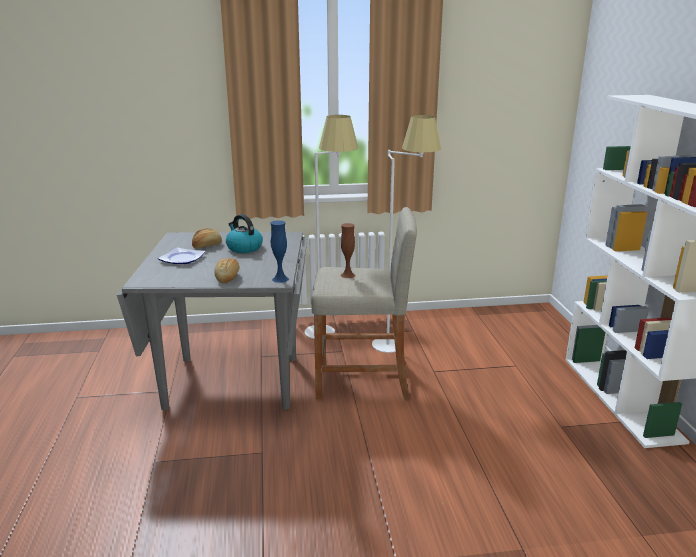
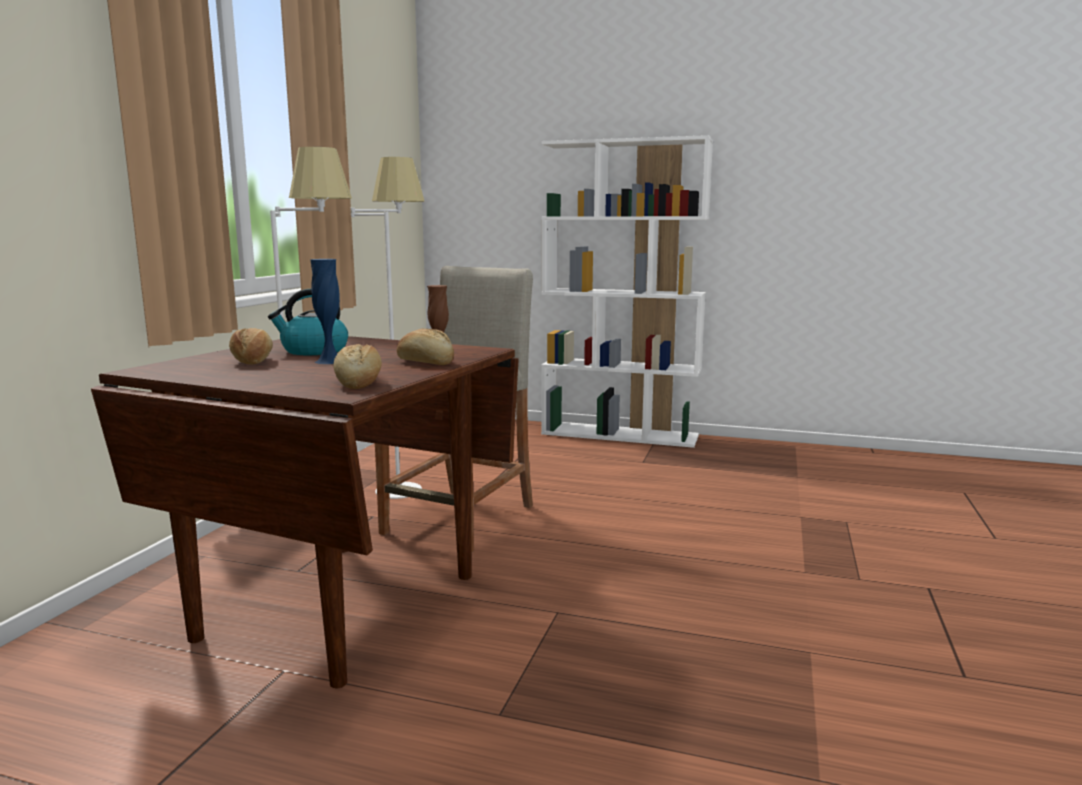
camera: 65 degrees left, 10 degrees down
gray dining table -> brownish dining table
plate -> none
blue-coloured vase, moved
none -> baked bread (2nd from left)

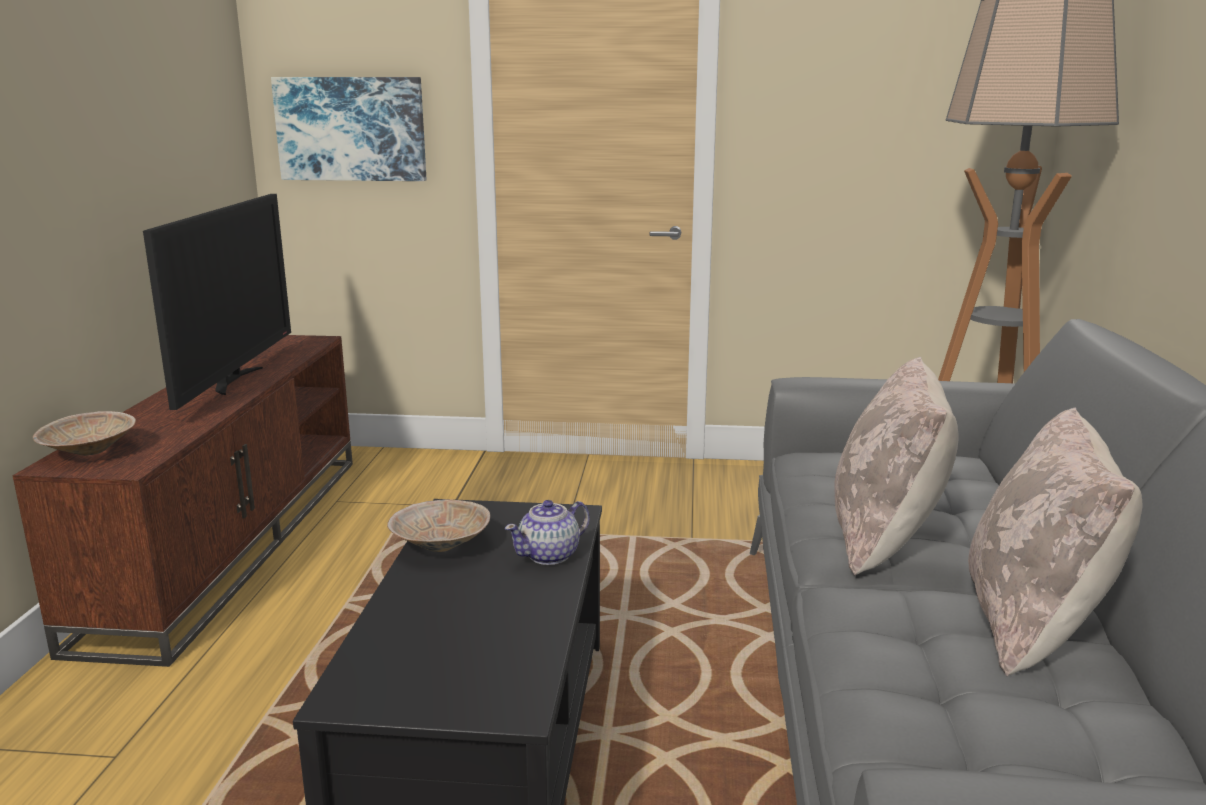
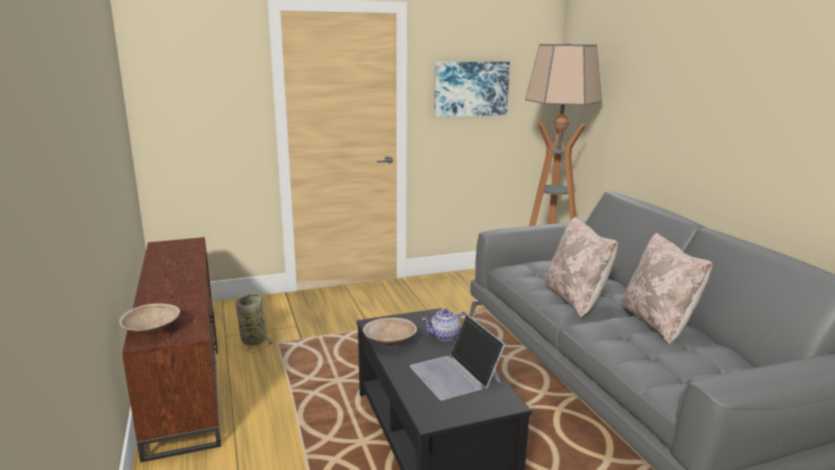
camera: 25 degrees left, 0 degrees up
TV set -> none
wall art, moved
teapot, 45 degrees clockwise
none -> storage basket
none -> portable computer

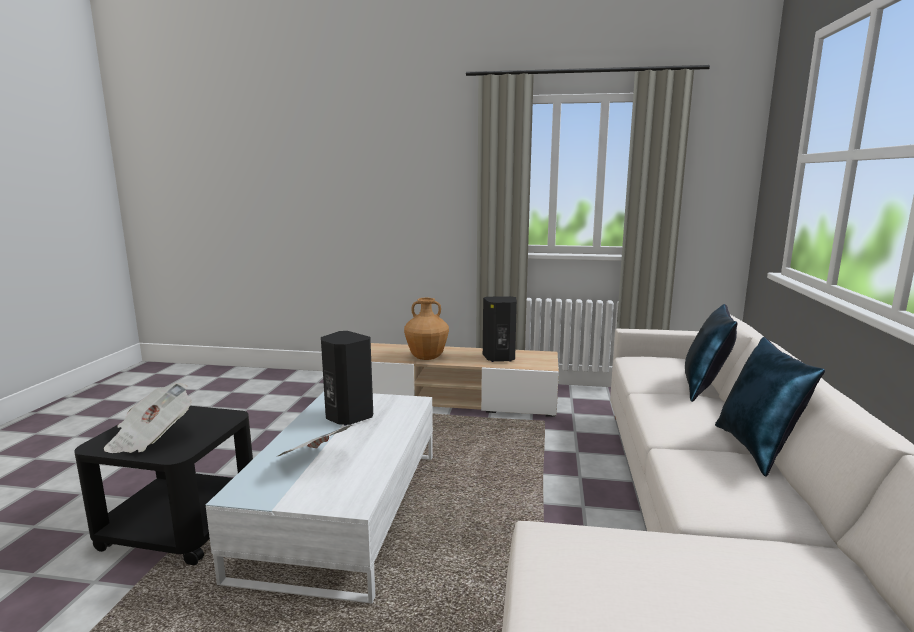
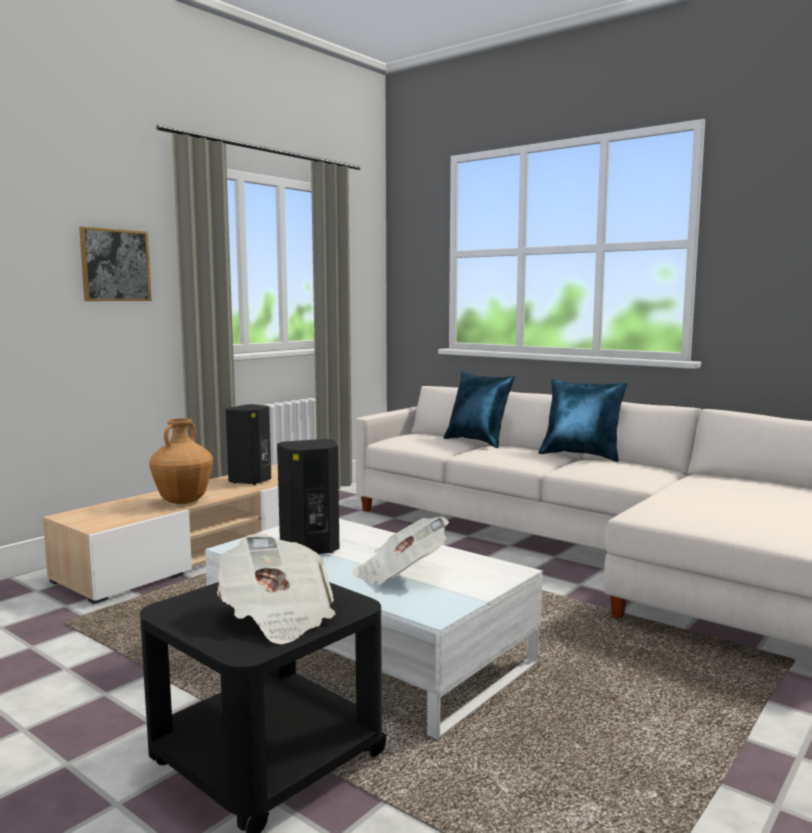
camera: 60 degrees left, 5 degrees down
none -> wall art

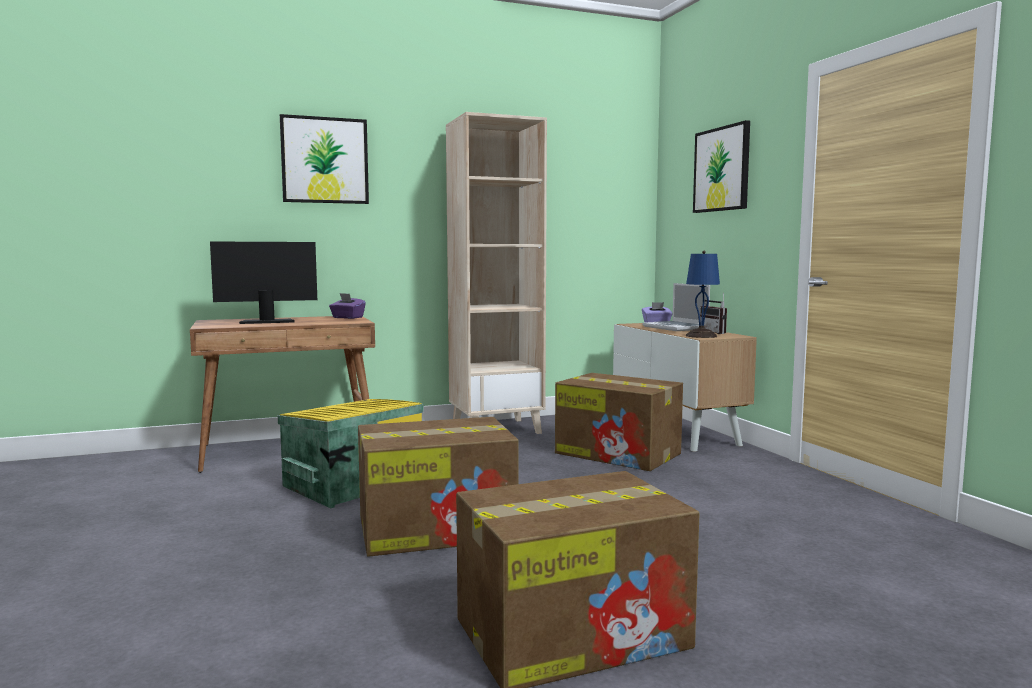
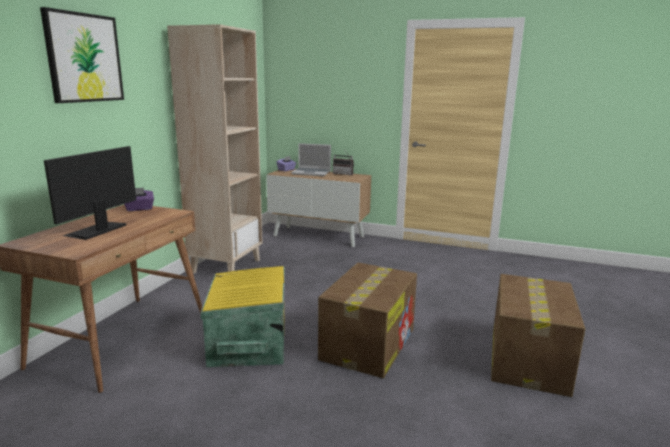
camera: 50 degrees left, 10 degrees up
packing box (3rd from left) -> none
blue-coloured tabletop lamp -> none
wall art (2nd from left) -> none

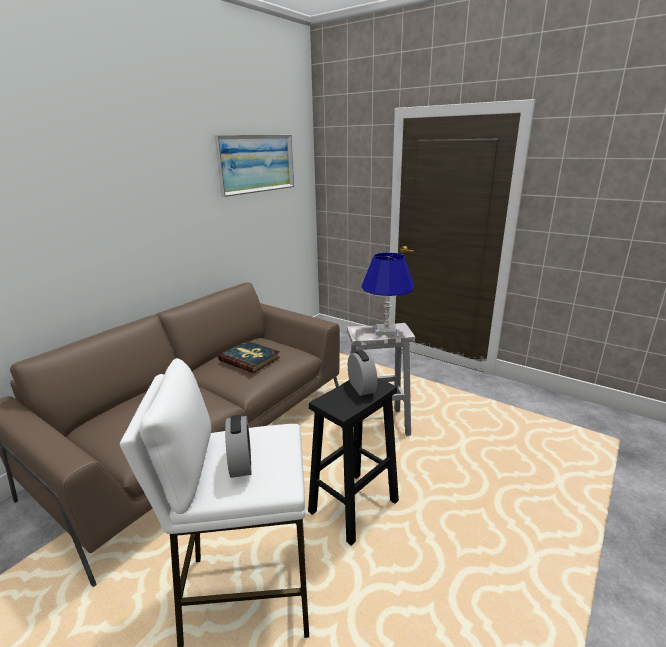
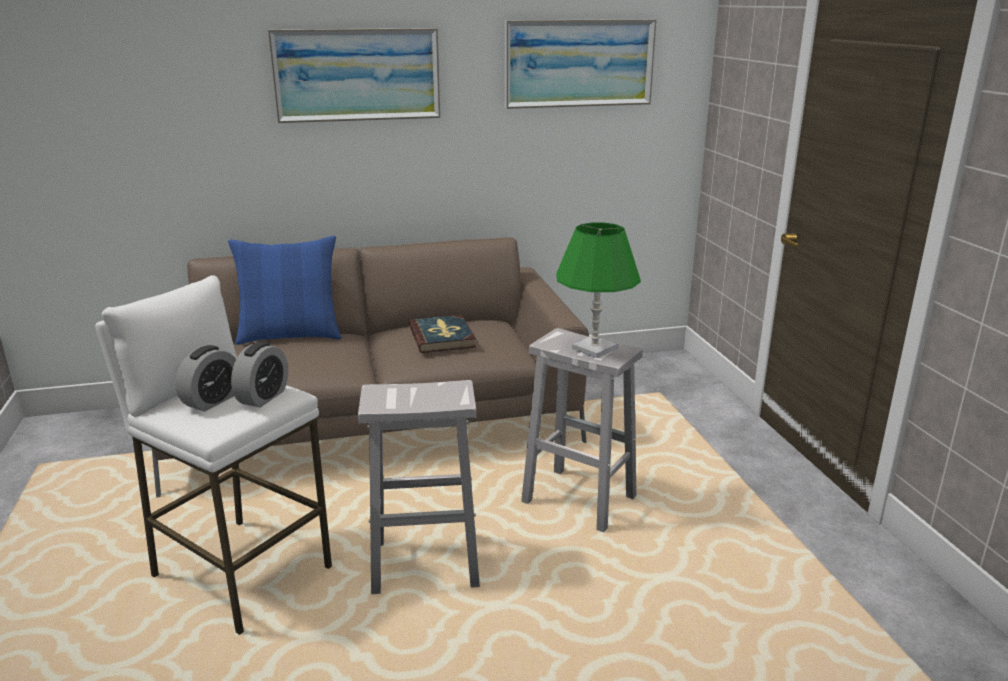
camera: 40 degrees right, 0 degrees up
black stool seat -> white-coloured stool seat (2nd from left)
table clock (2nd from left), moved
blue-coloured tabletop lamp -> green tabletop lamp
none -> blue-coloured pillow
none -> wall art (1st from left)

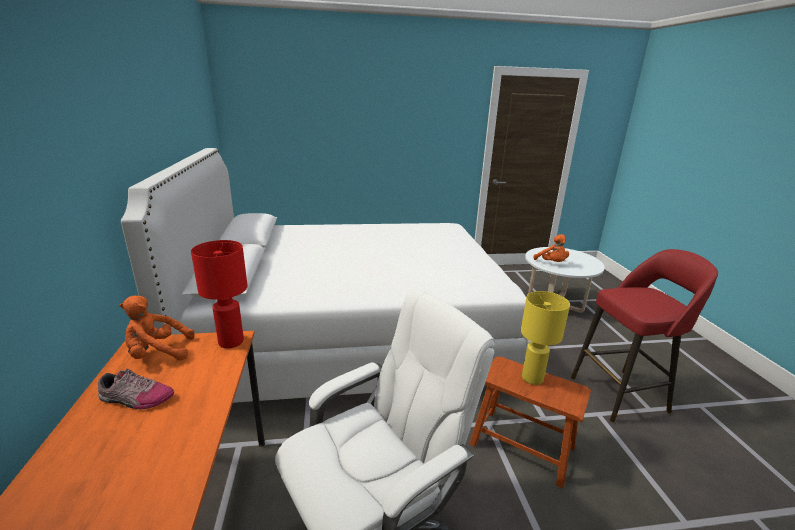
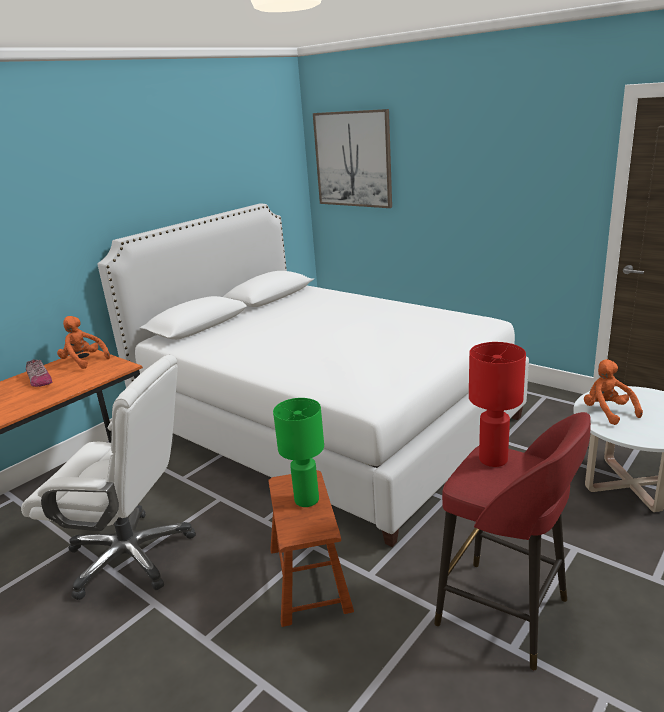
camera: 50 degrees right, 0 degrees up
red-coloured tabletop lamp, moved
yellowish tabletop lamp -> green tabletop lamp
orange-coloured cuddly toy (2nd from left), 135 degrees clockwise
none -> wall art

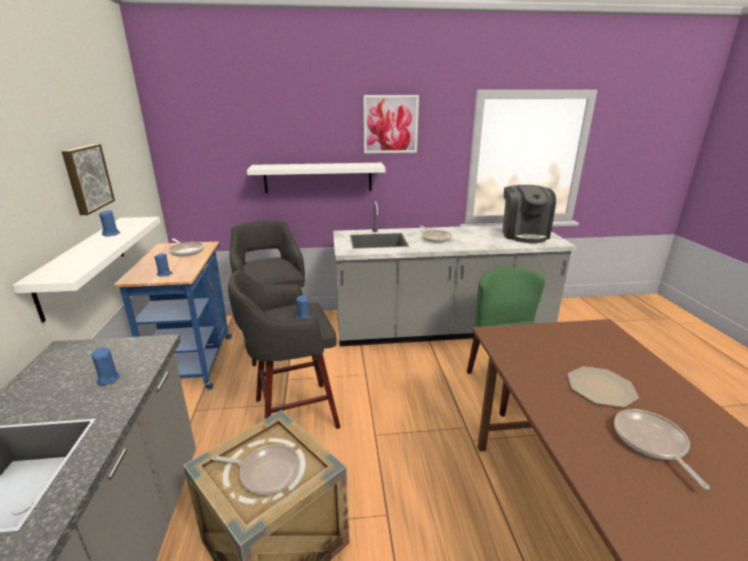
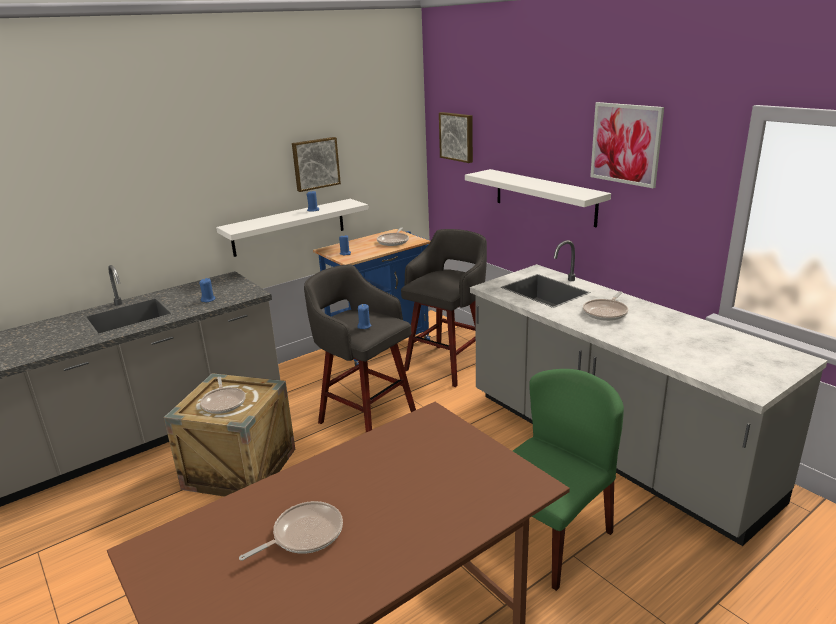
camera: 60 degrees right, 0 degrees up
coffee maker -> none
plate -> none
none -> wall art (2nd from left)

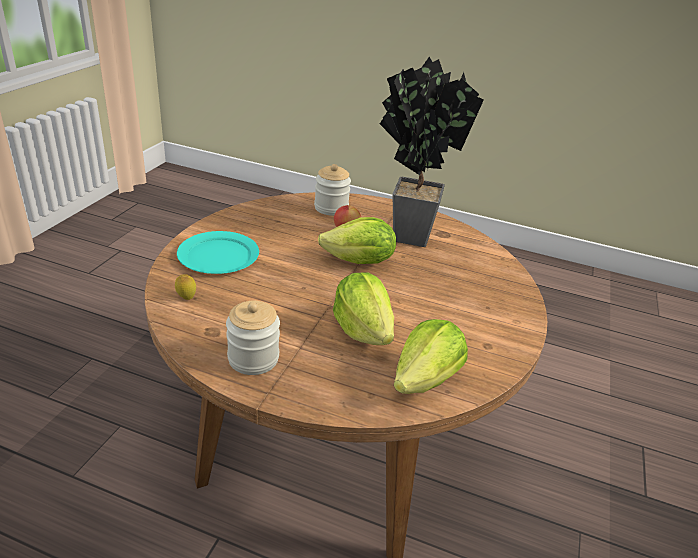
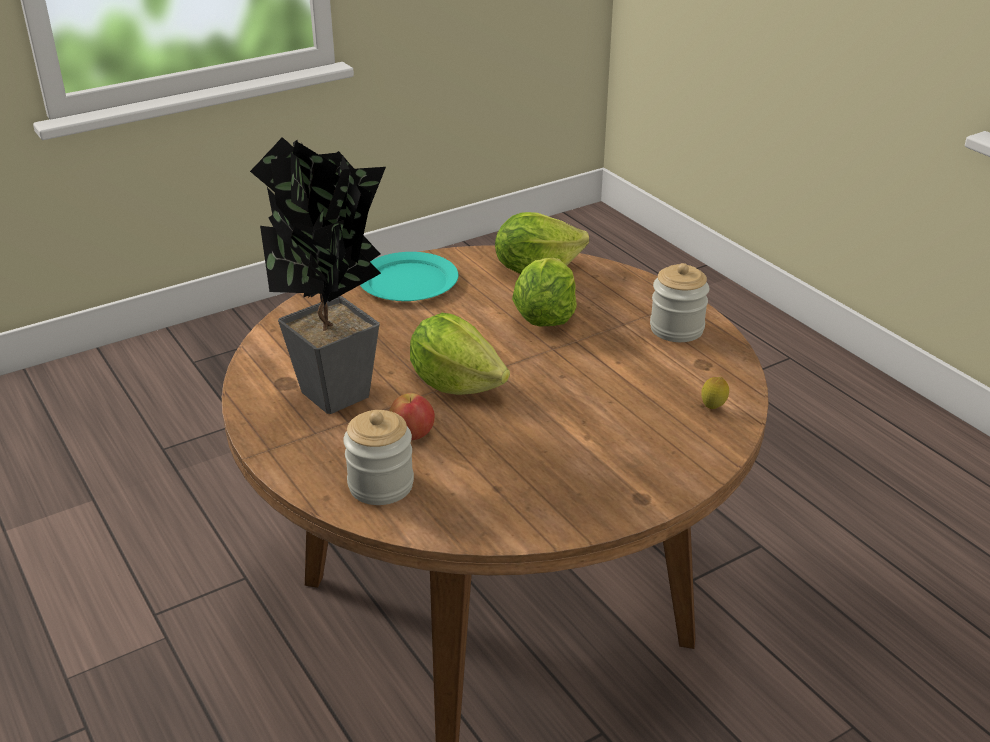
camera: 140 degrees left, 0 degrees up
turquoise-coloured plate, moved

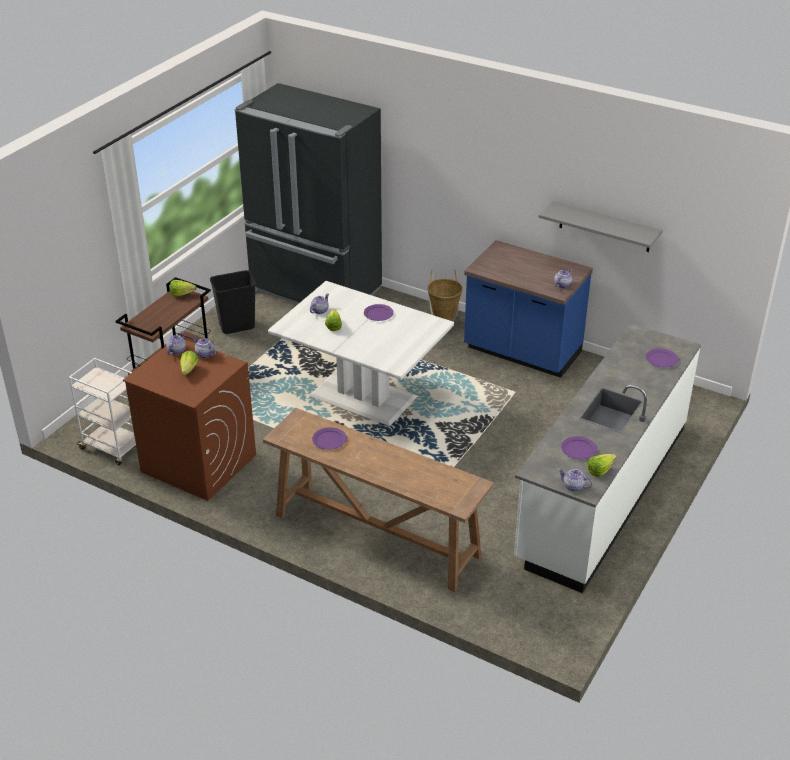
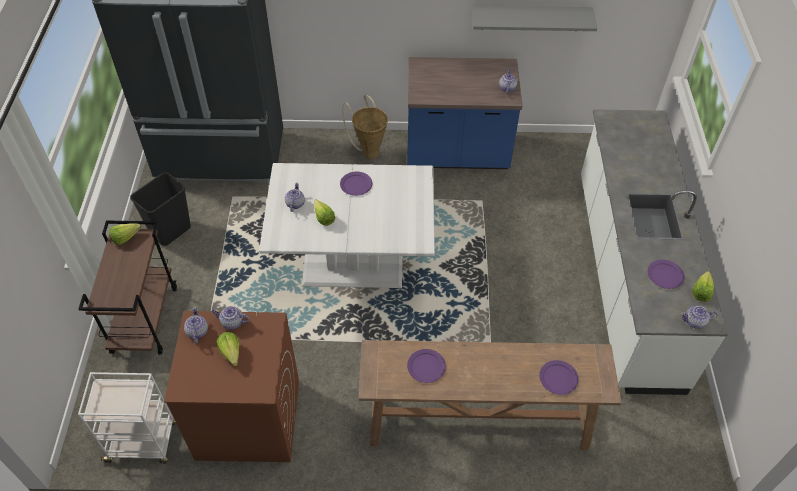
camera: 30 degrees left, 15 degrees up
purplish plate (4th from left in the first image) -> purplish plate (3rd from left), moved

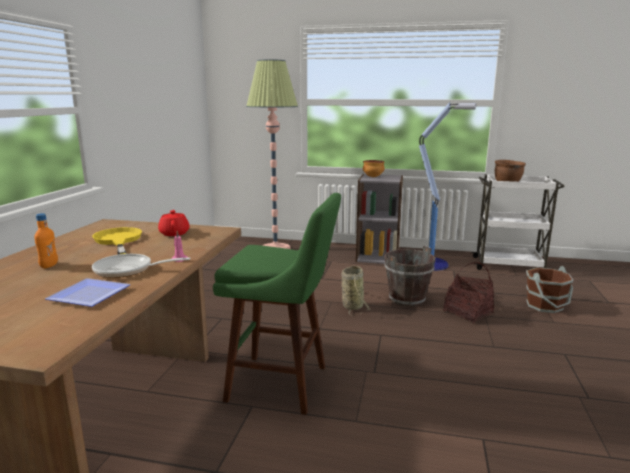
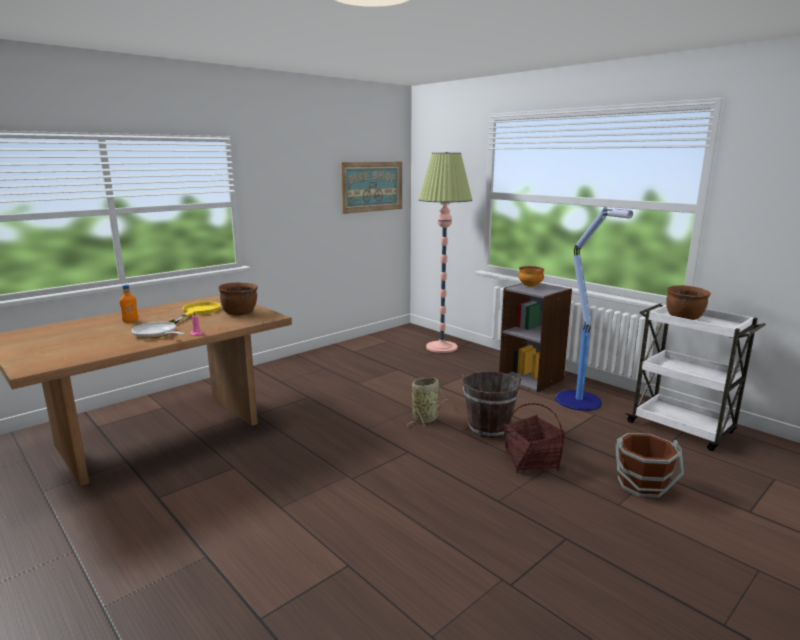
camera: 35 degrees right, 0 degrees up
plate -> none
red-coloured teapot -> brownish stockpot (1st from left)
green stool seat -> none
none -> wall art

